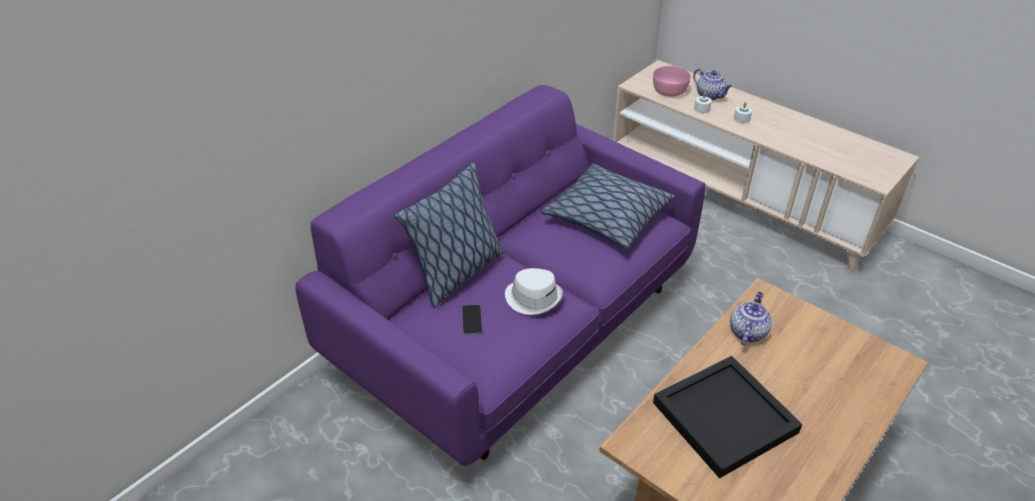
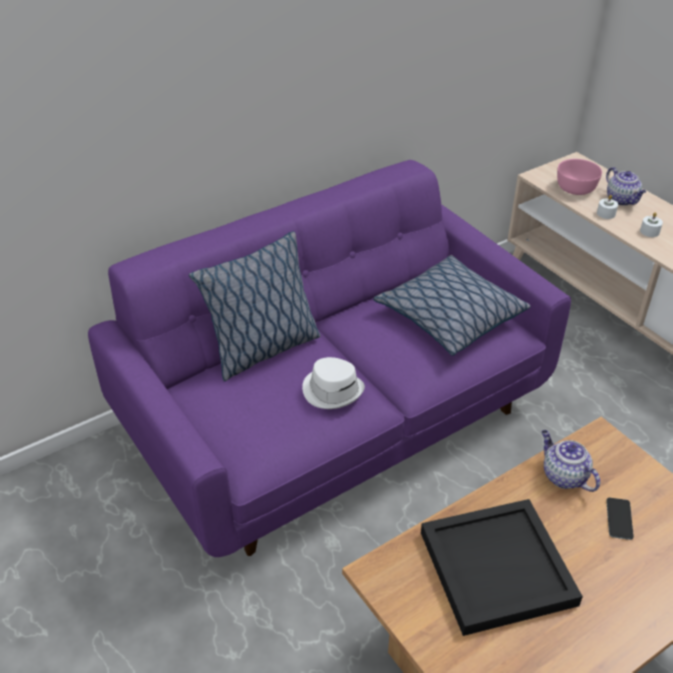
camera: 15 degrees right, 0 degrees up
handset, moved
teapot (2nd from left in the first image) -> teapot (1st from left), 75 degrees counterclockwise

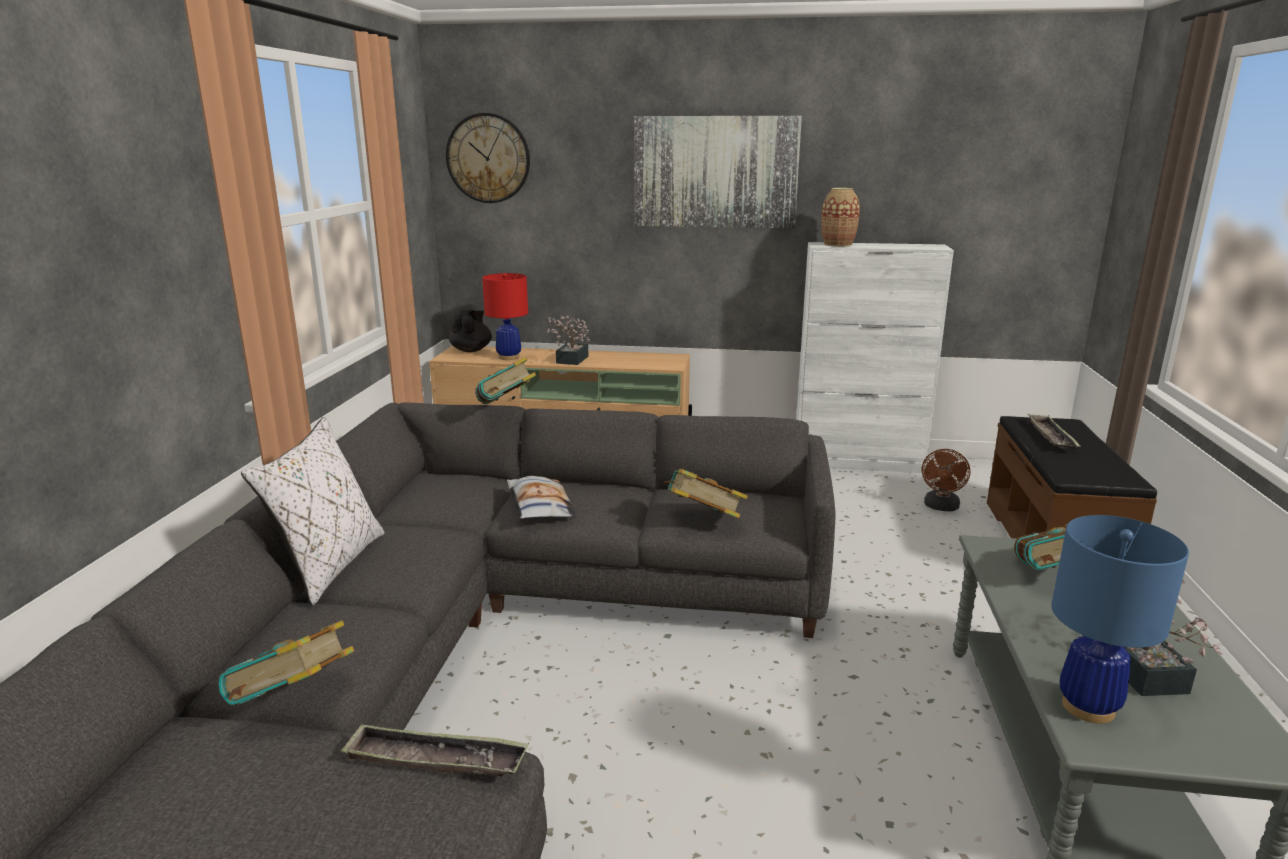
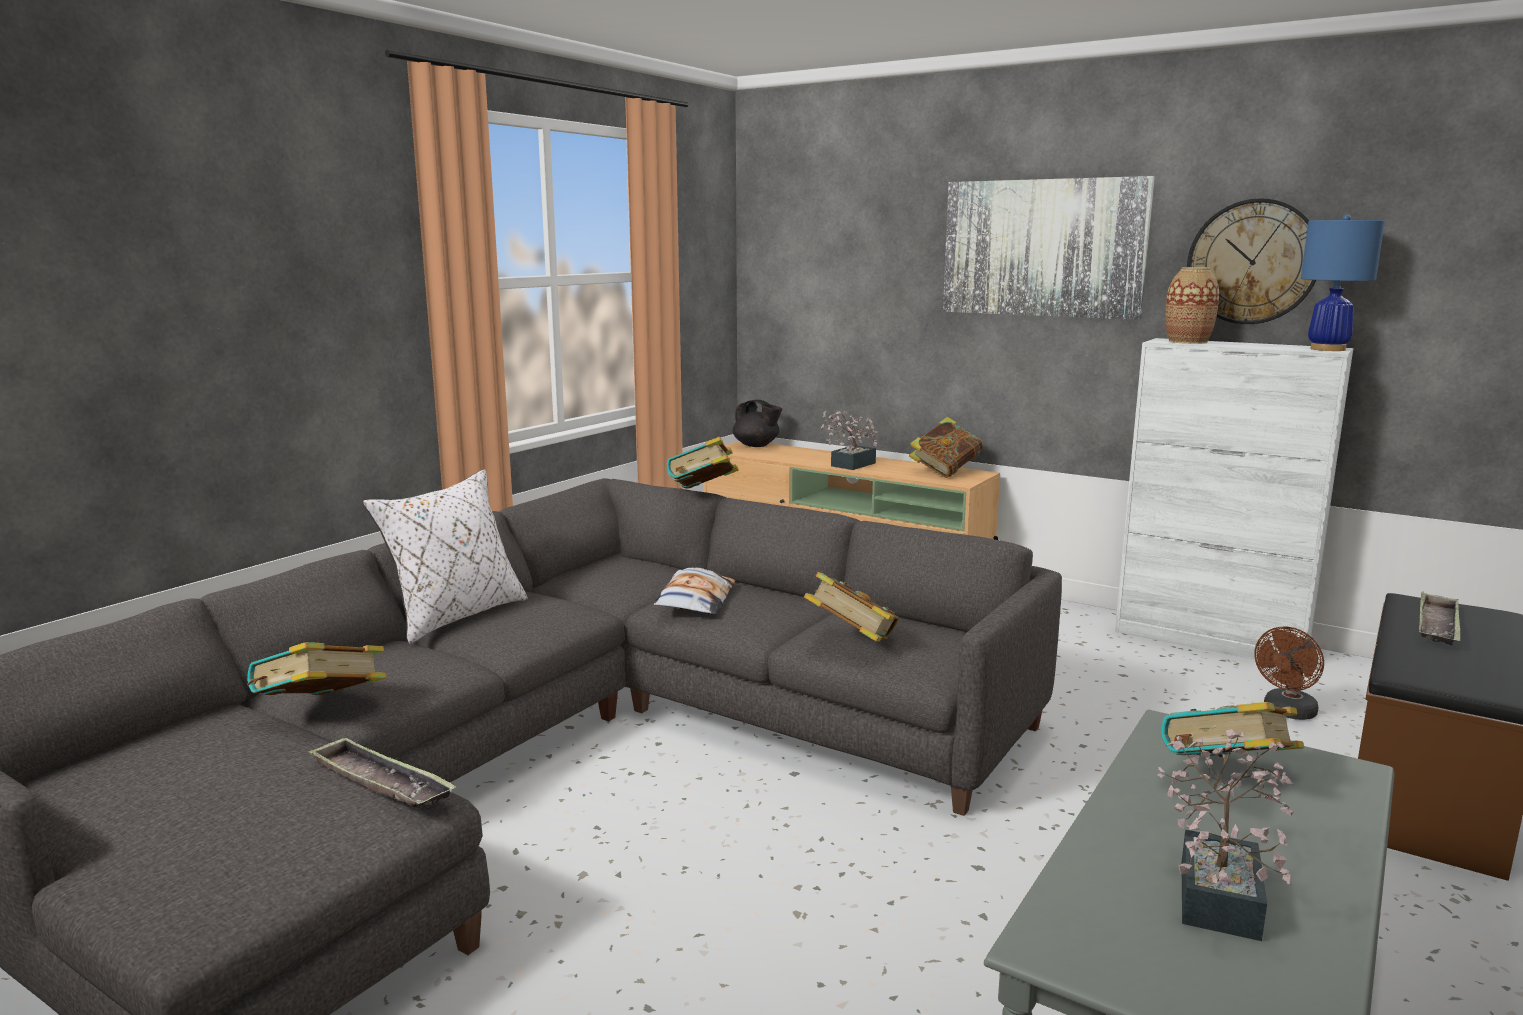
camera: 25 degrees right, 5 degrees down
wall clock, moved
black teapot, 90 degrees clockwise
red-coloured tabletop lamp -> none
blue-coloured tabletop lamp, moved
none -> volume (4th from left)

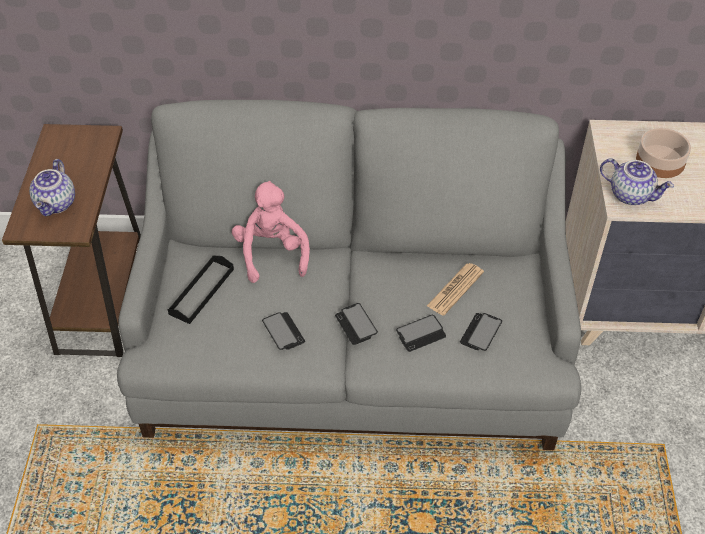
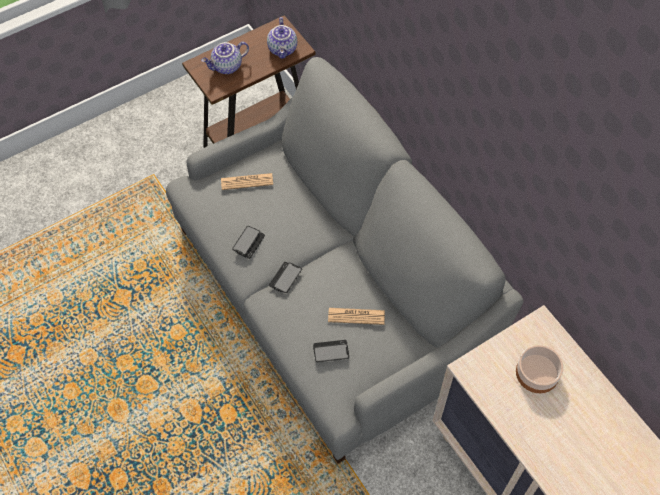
camera: 55 degrees right, 10 degrees up
black serving tray -> printed paper (1st from left)
pink-coloured cuddly toy -> none
handset (3rd from left) -> none
teapot (2nd from left), moved

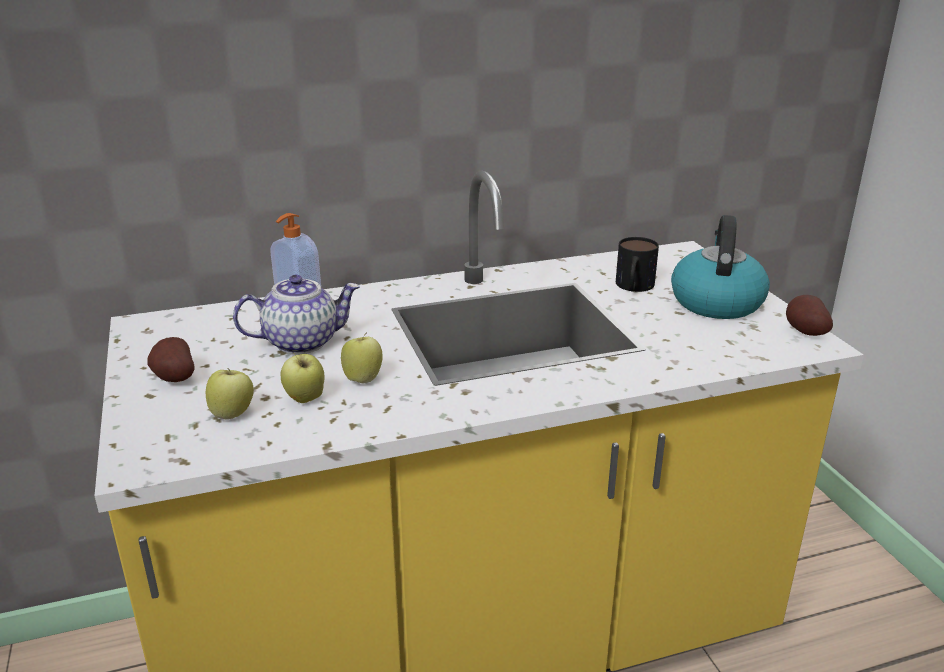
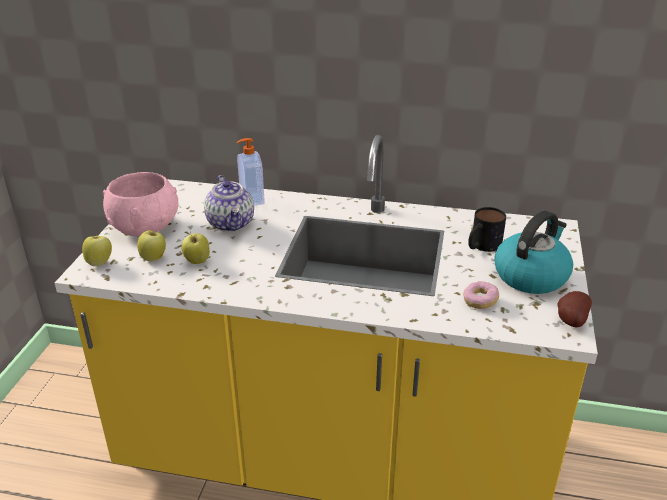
camera: 30 degrees right, 5 degrees up
whole potato (1st from left) -> pink-coloured deep dish
teapot, 60 degrees clockwise
whole apple (3rd from left in the first image) -> whole apple (1st from left), moved
none -> ring doughnut

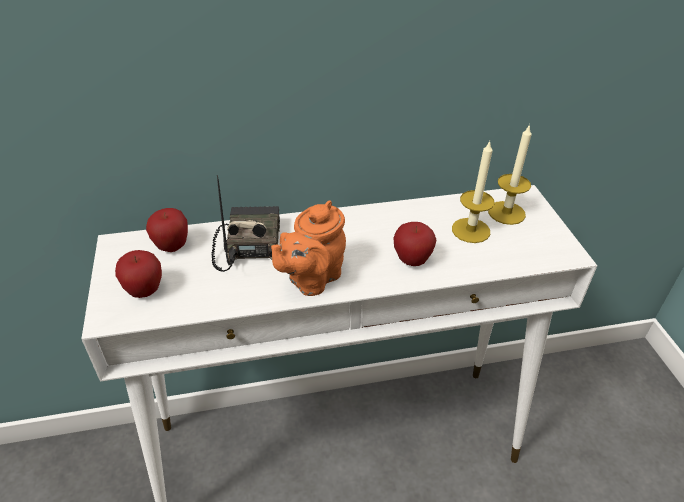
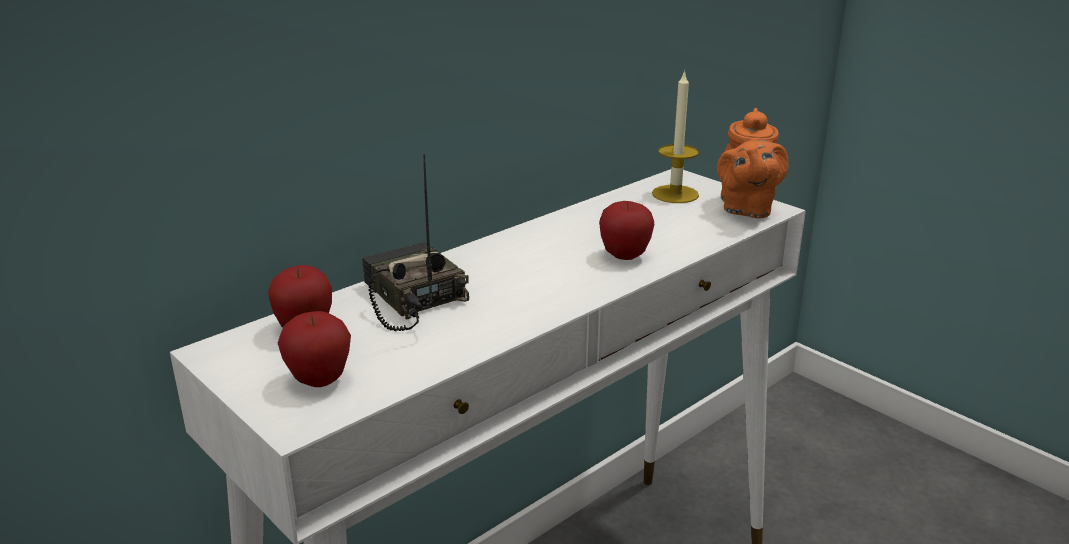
camera: 30 degrees left, 15 degrees down
orange-coloured teapot, moved
wax light (1st from left) -> none

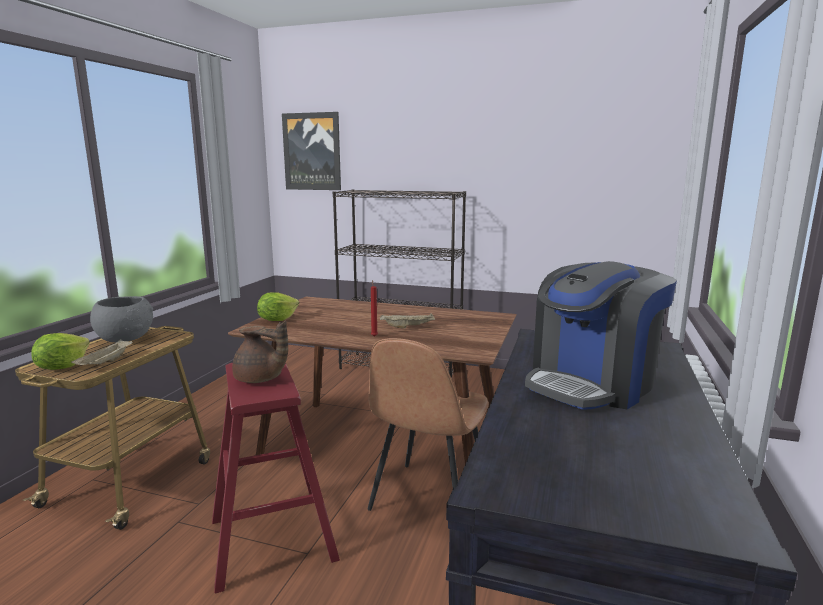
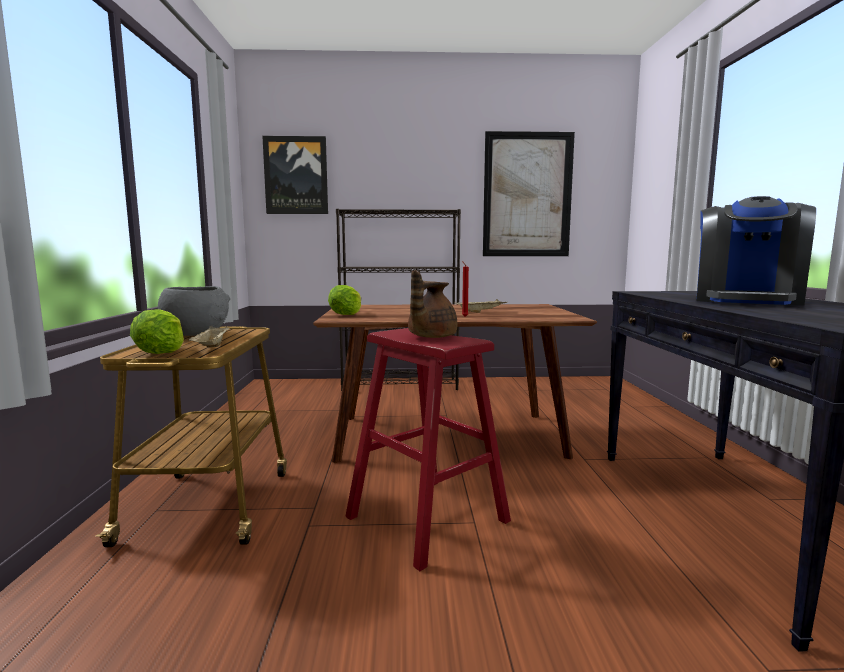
camera: 20 degrees left, 5 degrees down
brownish teapot, 120 degrees clockwise
brownish plain chair -> none
none -> wall art (2nd from left)

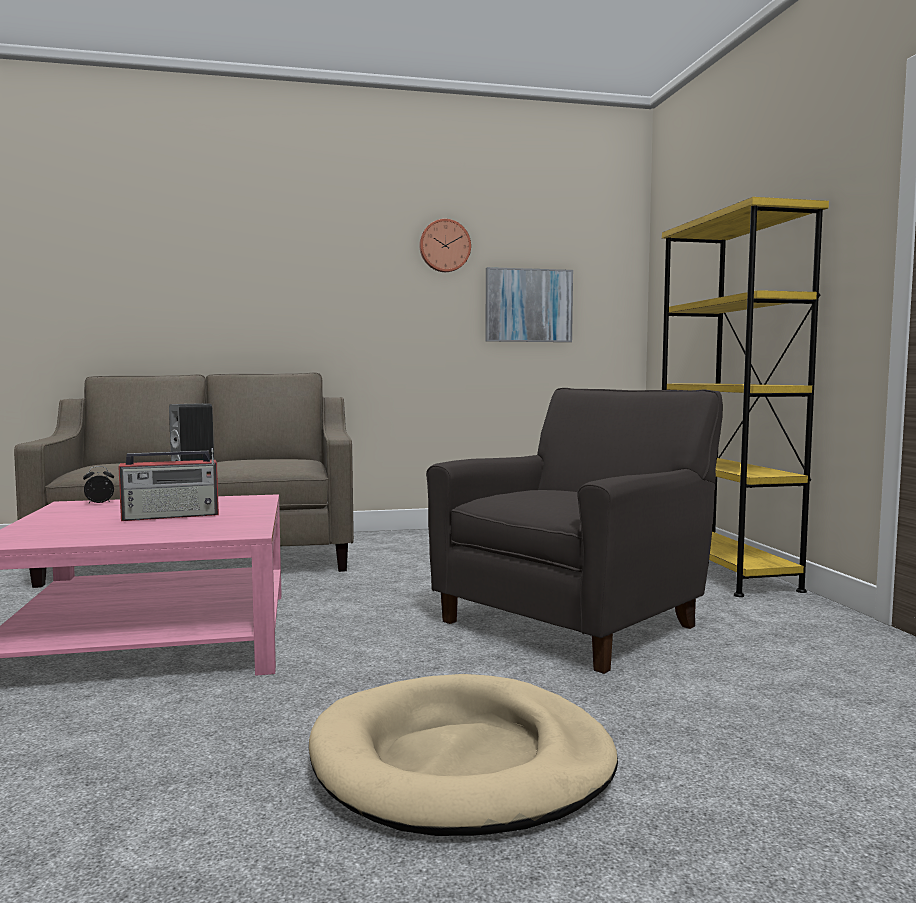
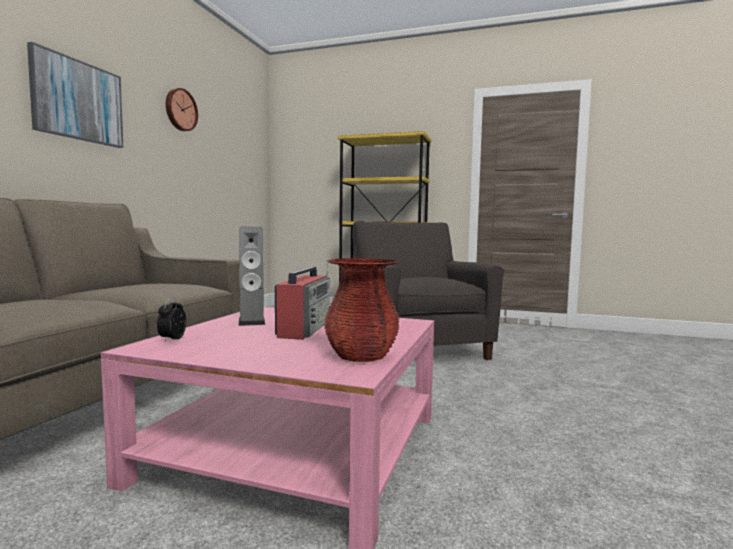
camera: 60 degrees left, 0 degrees up
sand-coloured dog bed -> none
wall art, moved
none -> red-coloured vase

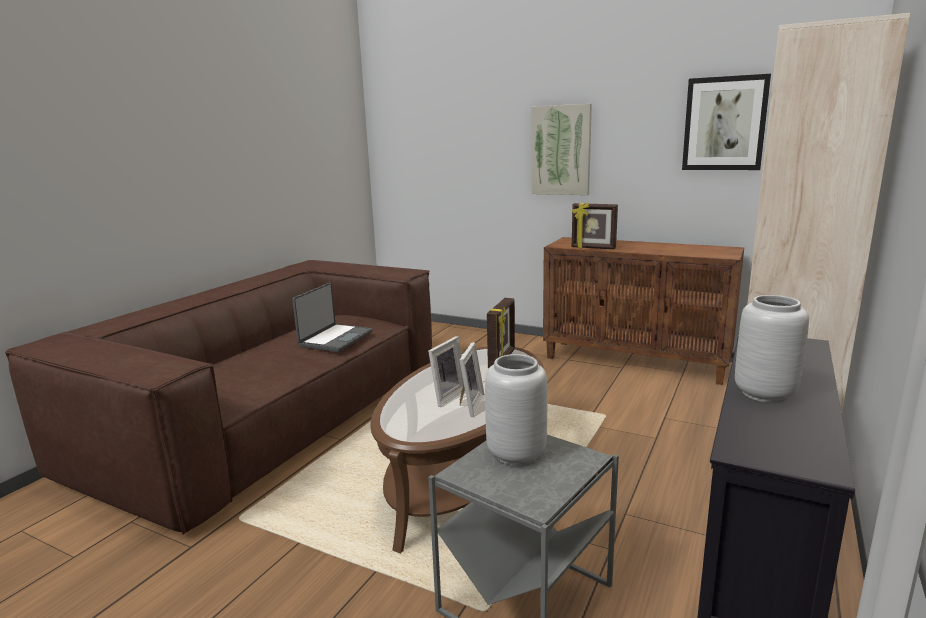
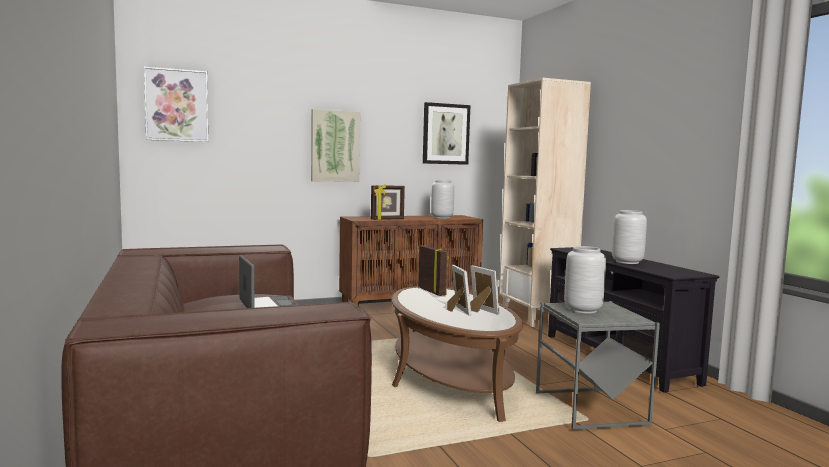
camera: 50 degrees left, 10 degrees down
none -> wall art (1st from left)
none -> gray vase (1st from left)

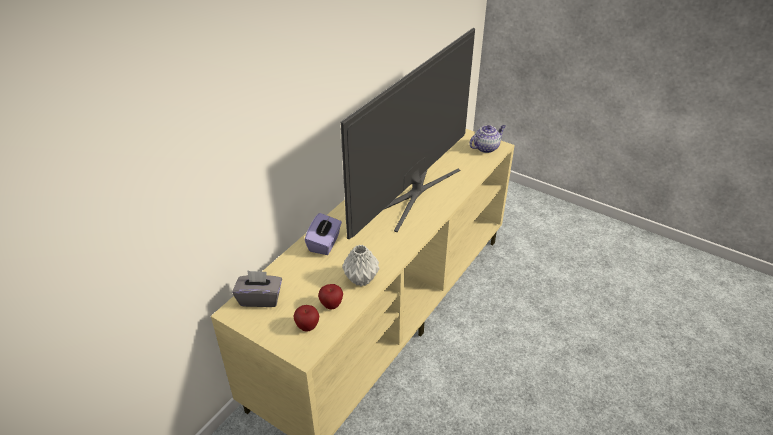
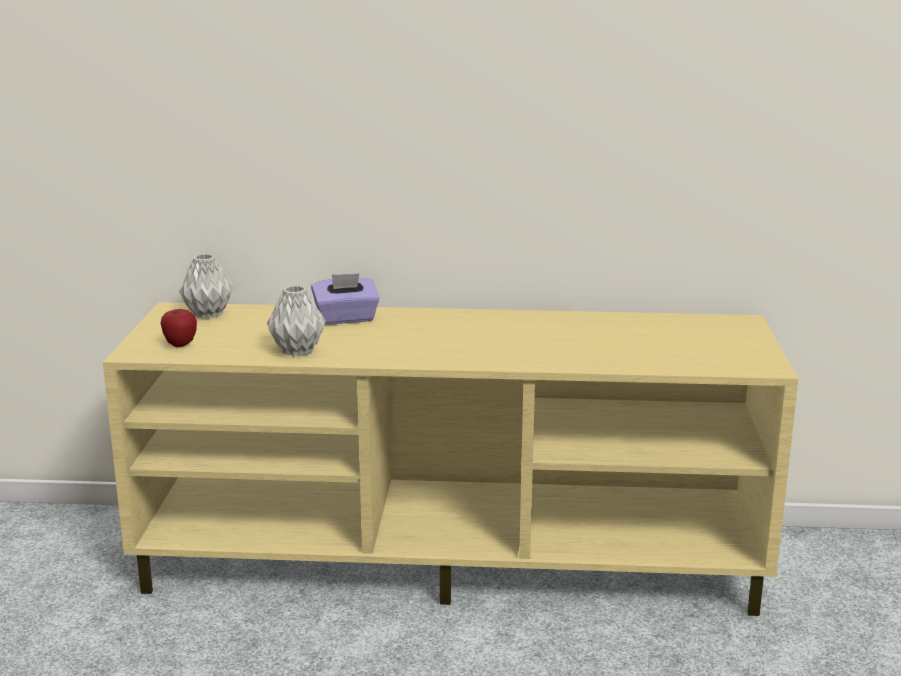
camera: 60 degrees right, 20 degrees down
gray tissue holder -> gray vase (1st from left)
whole apple (2nd from left) -> none
TV set -> none
teapot -> none

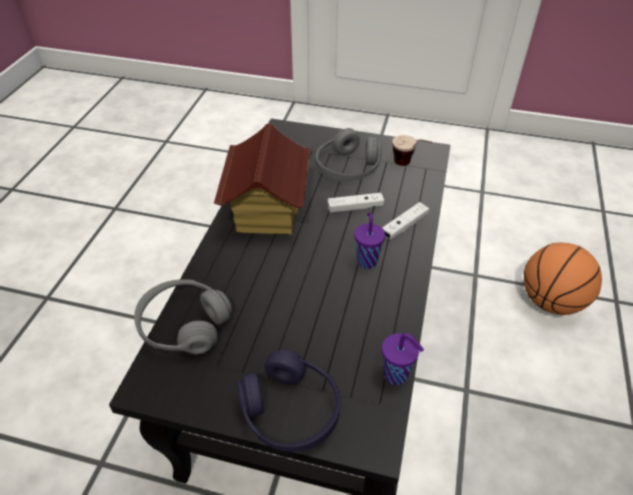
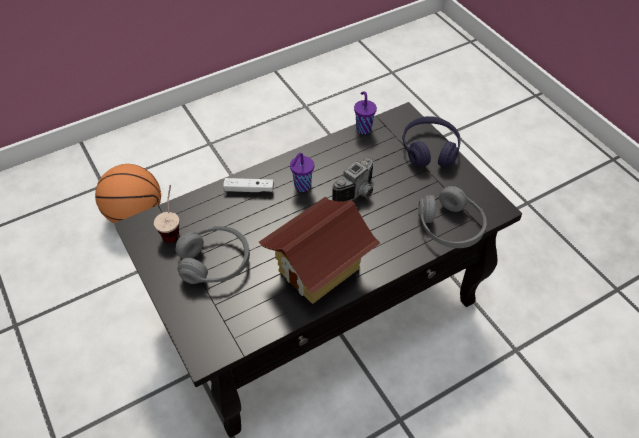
camera: 135 degrees left, 5 degrees up
white-coloured game controller (1st from left) -> none
none -> still camera

